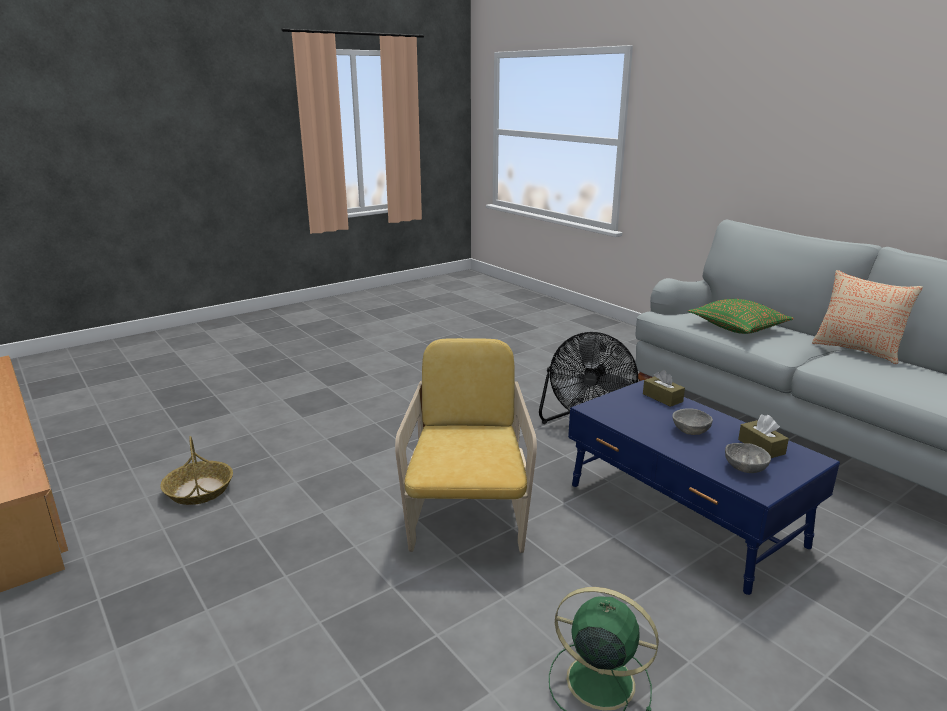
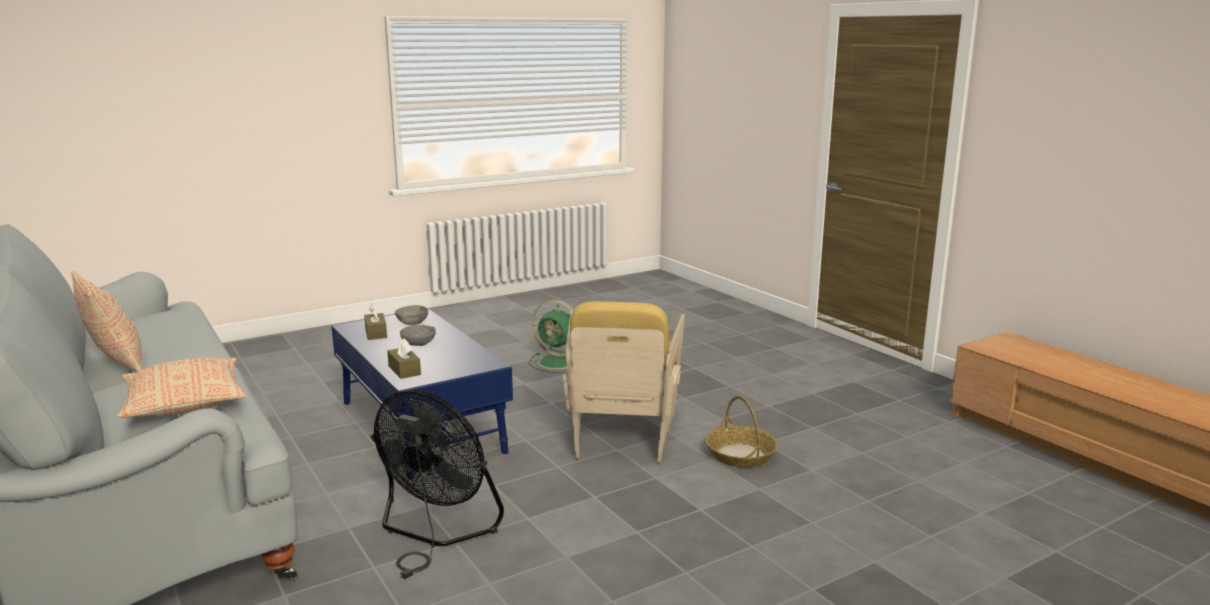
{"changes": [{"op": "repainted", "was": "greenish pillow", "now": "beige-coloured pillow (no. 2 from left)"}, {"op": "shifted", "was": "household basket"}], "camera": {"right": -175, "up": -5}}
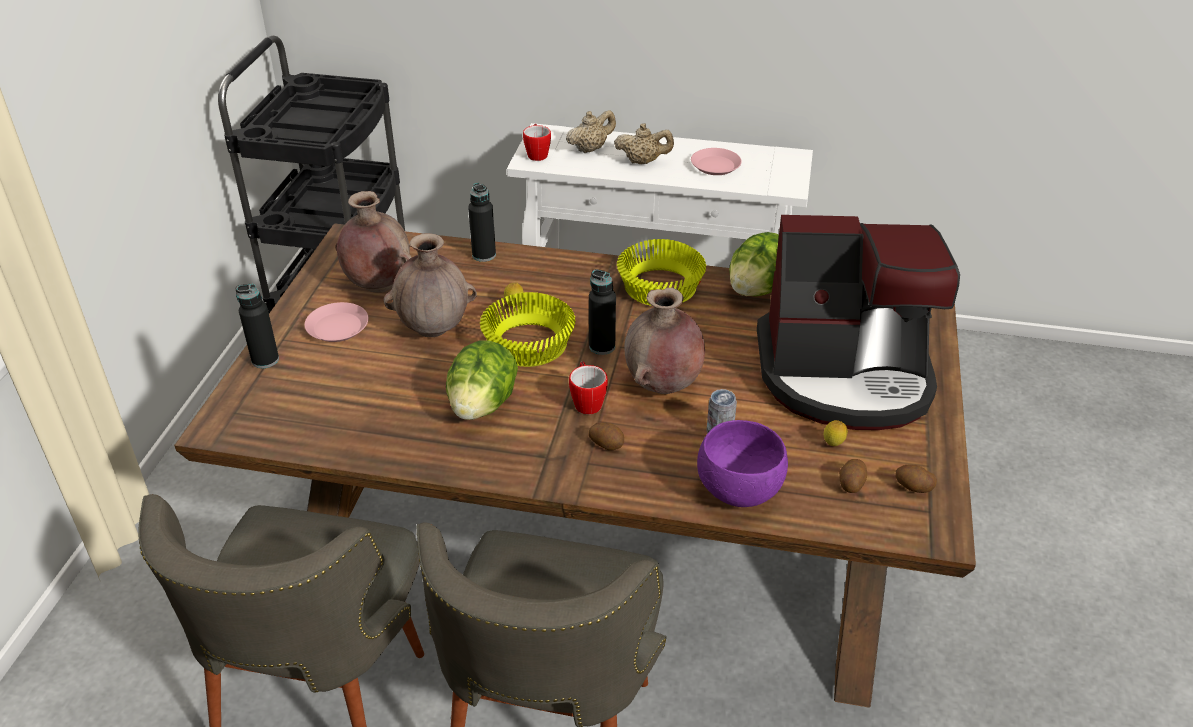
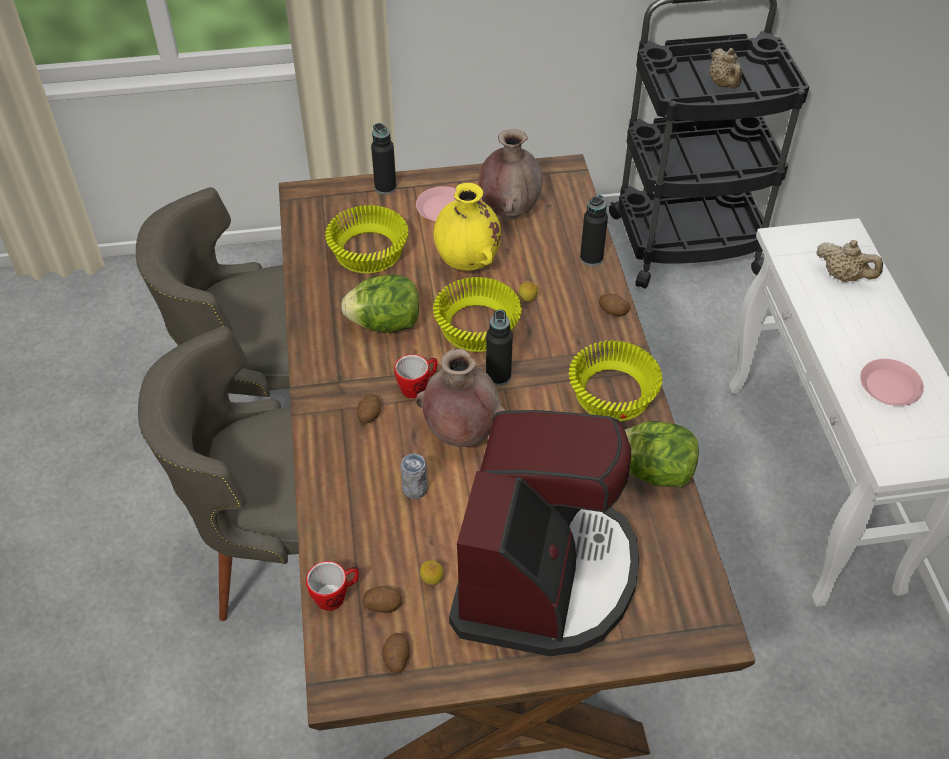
{"changes": [{"op": "shifted", "was": "beige-coloured tea pot (no. 2 from left in the first image)", "now": "beige-coloured tea pot (no. 1 from left)"}, {"op": "shifted", "was": "coffee mug (no. 1 from left)"}, {"op": "rotated", "was": "coffee machine", "clockwise": -150}, {"op": "repainted", "was": "brown flower vase (no. 2 from left)", "now": "yellowish flower vase"}, {"op": "gone", "was": "purple-coloured deep dish"}, {"op": "new", "now": "yellowish deep dish (no. 1 from left)"}, {"op": "new", "now": "potato (no. 4 from left)"}], "camera": {"right": 70, "up": 10}}
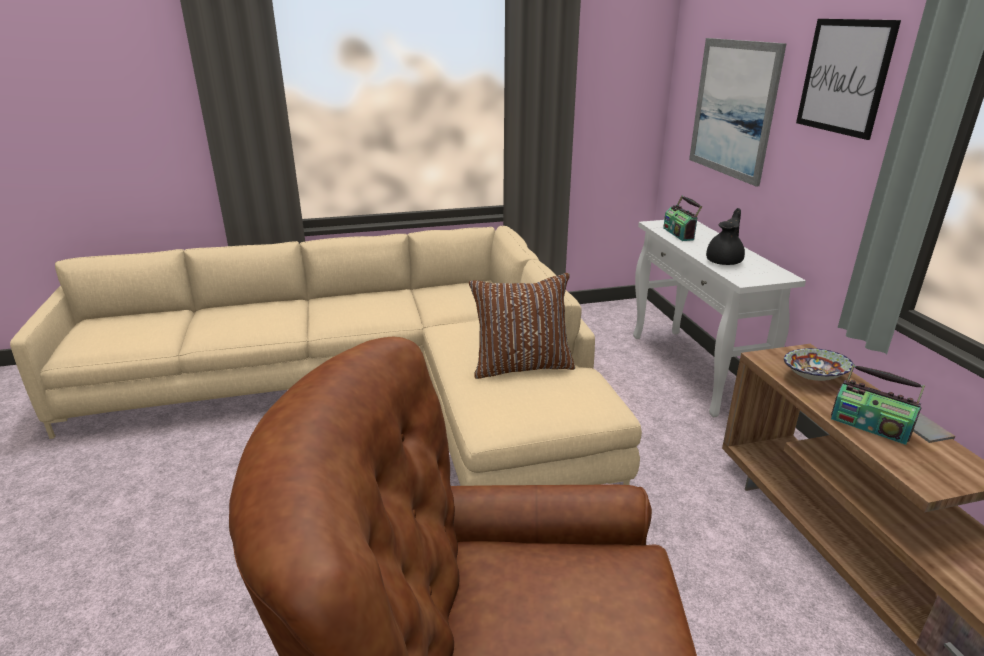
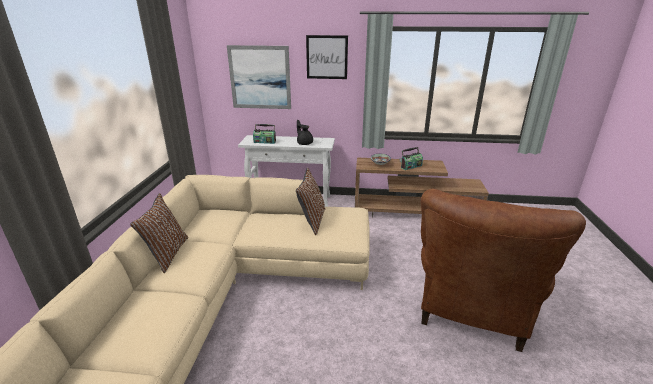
{"changes": [{"op": "new", "now": "brown pillow (no. 1 from left)"}], "camera": {"right": -70, "up": 0}}
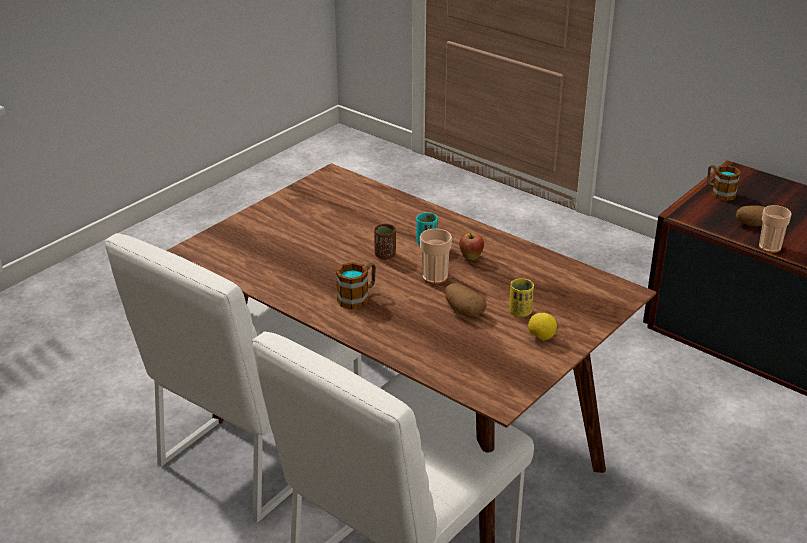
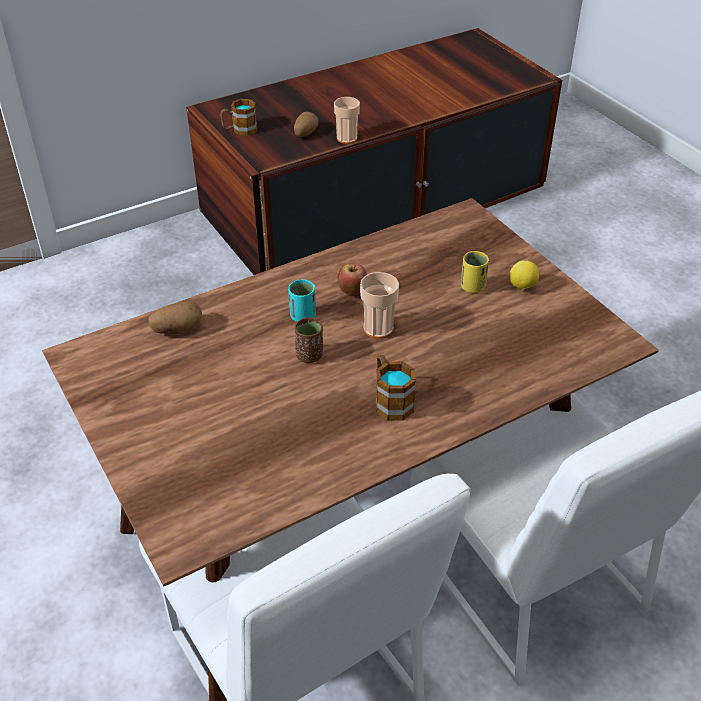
{"changes": [{"op": "shifted", "was": "potato (no. 1 from left)"}], "camera": {"right": -70, "up": 10}}
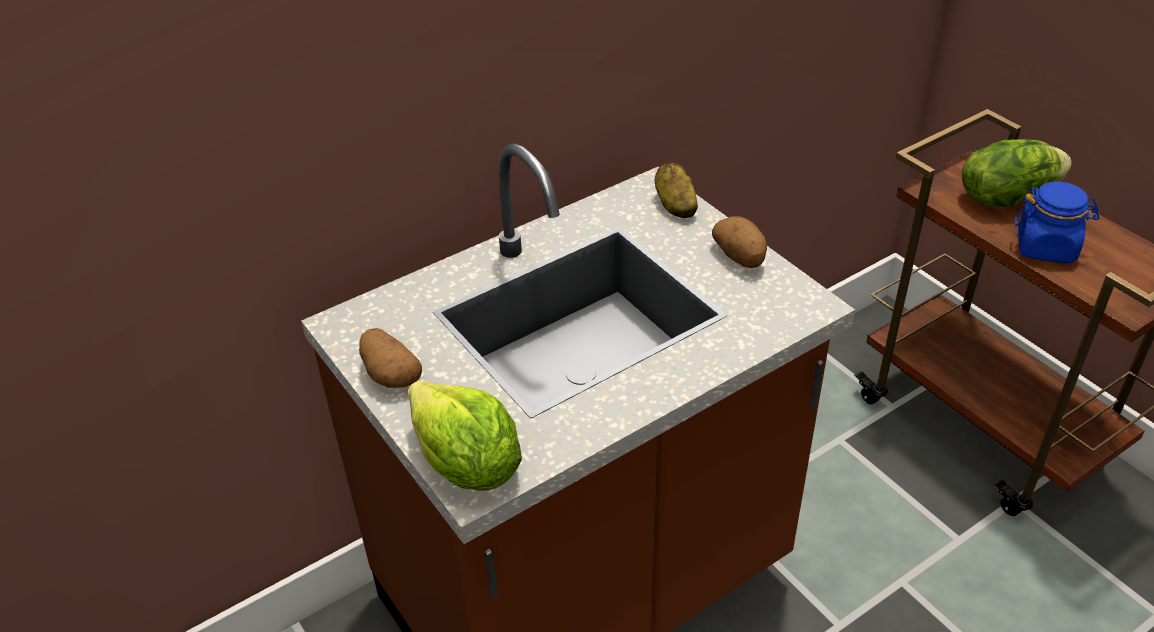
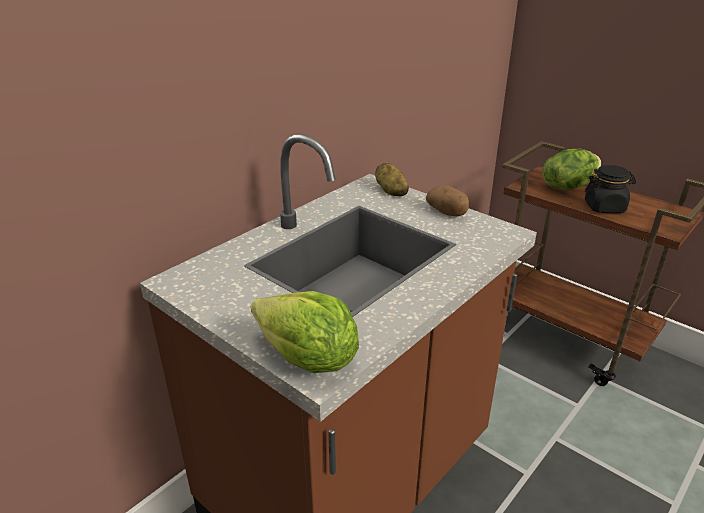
{"changes": [{"op": "repainted", "was": "blue-coloured jar", "now": "black-coloured jar"}, {"op": "gone", "was": "potato (no. 1 from left)"}], "camera": {"right": -15, "up": -10}}
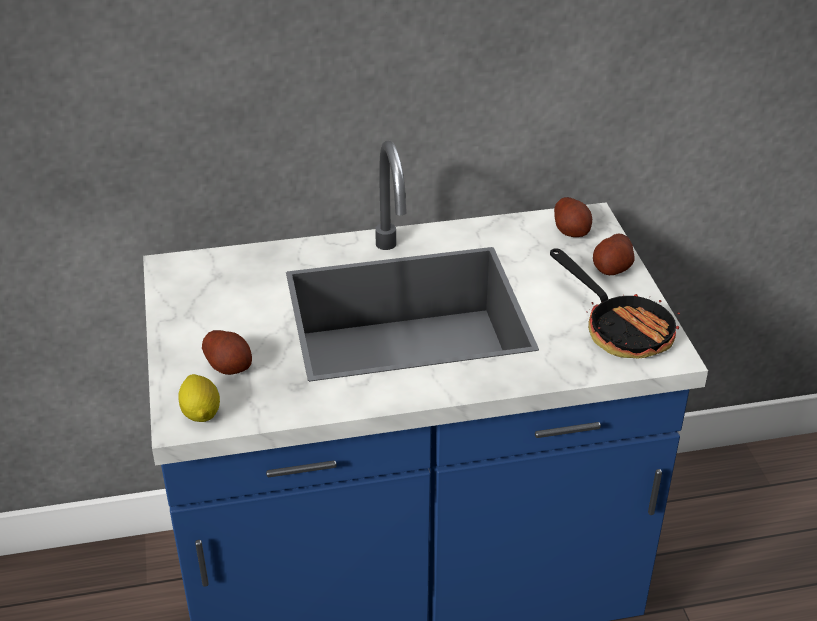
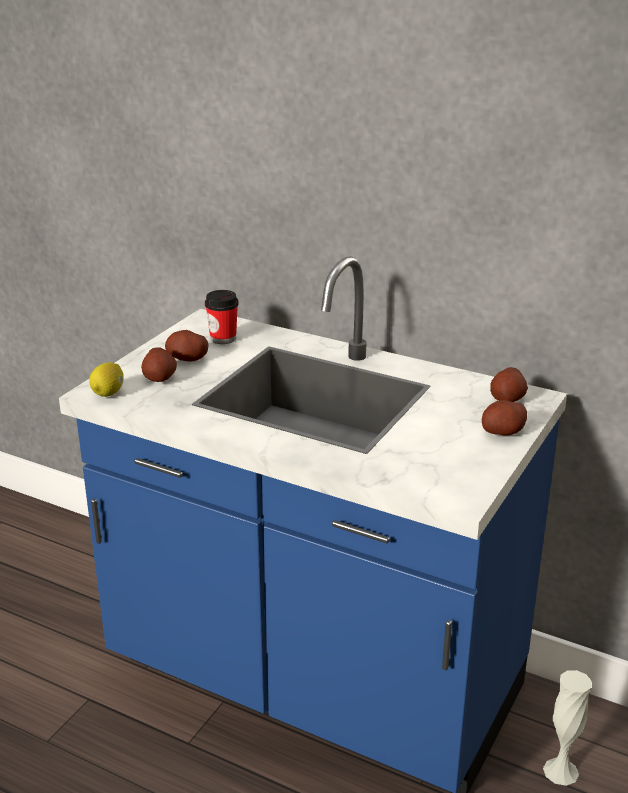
{"changes": [{"op": "gone", "was": "skillet"}, {"op": "new", "now": "cup"}, {"op": "new", "now": "potato (no. 2 from left)"}, {"op": "new", "now": "white-coloured flower vase"}], "camera": {"right": 40, "up": -10}}
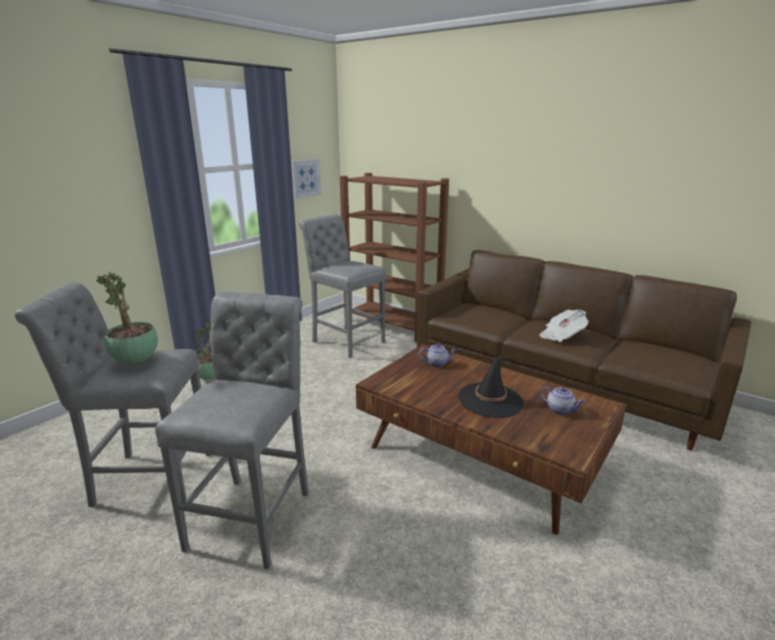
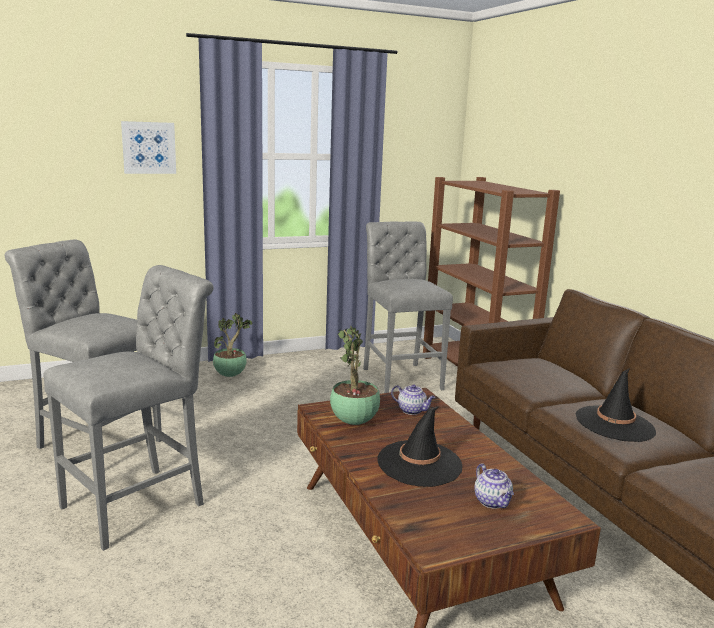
{"changes": [{"op": "shifted", "was": "wall art"}, {"op": "shifted", "was": "potted plant (no. 1 from left in the first image)", "now": "potted plant (no. 2 from left)"}, {"op": "swapped", "was": "daily paper", "now": "black-coloured clothing hat (no. 2 from left)"}], "camera": {"right": 30, "up": -5}}
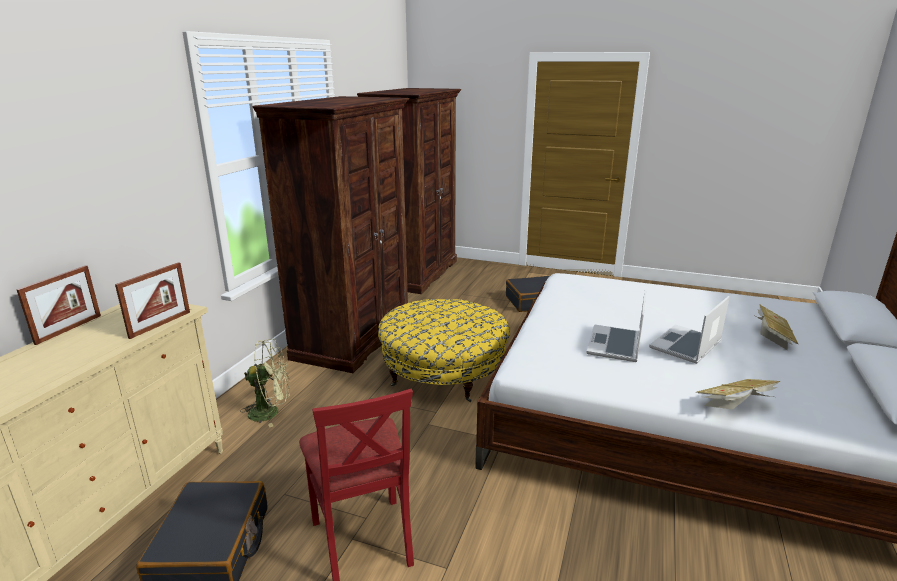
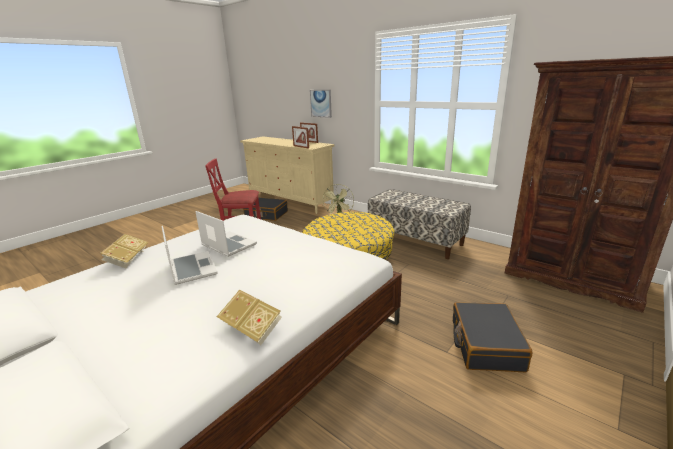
{"changes": [{"op": "swapped", "was": "brown wardrobe (no. 1 from left)", "now": "bench"}, {"op": "shifted", "was": "bound book (no. 2 from left)"}, {"op": "new", "now": "wall art"}], "camera": {"right": 110, "up": 0}}
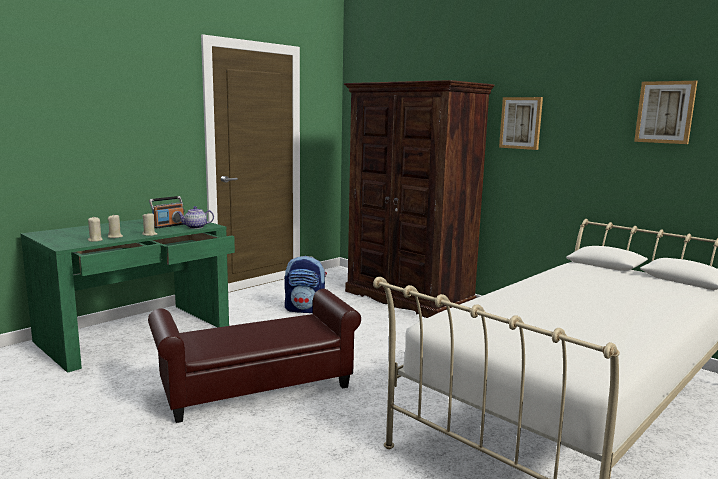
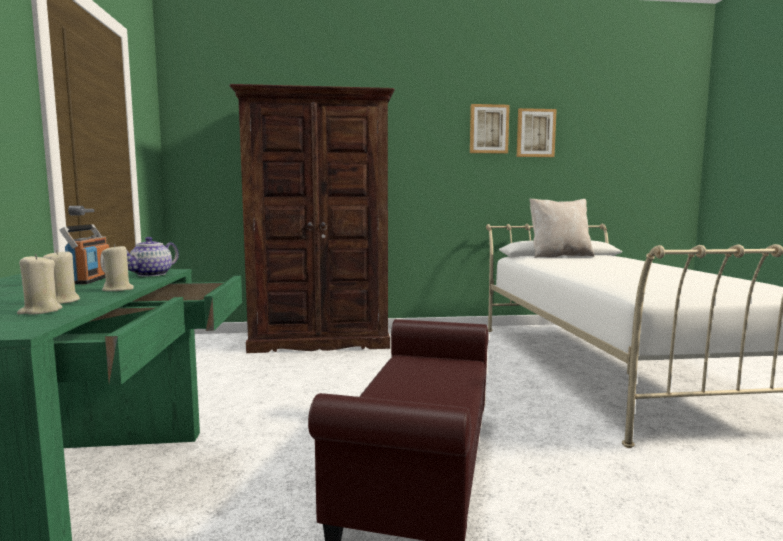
{"changes": [{"op": "shifted", "was": "wall art (no. 1 from left)"}, {"op": "gone", "was": "knapsack"}, {"op": "new", "now": "beige-coloured pillow"}], "camera": {"right": -50, "up": -5}}
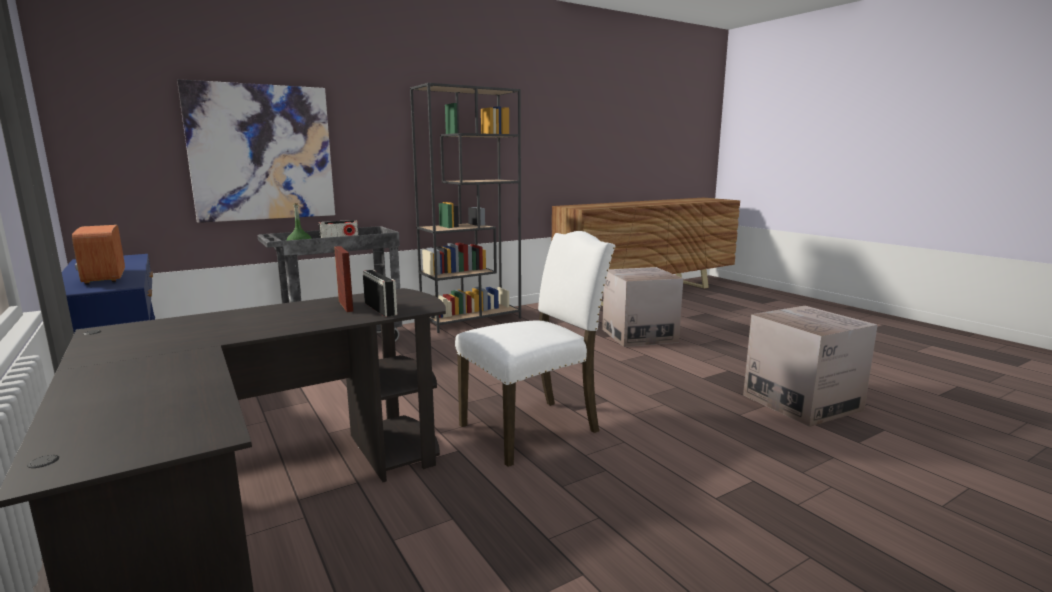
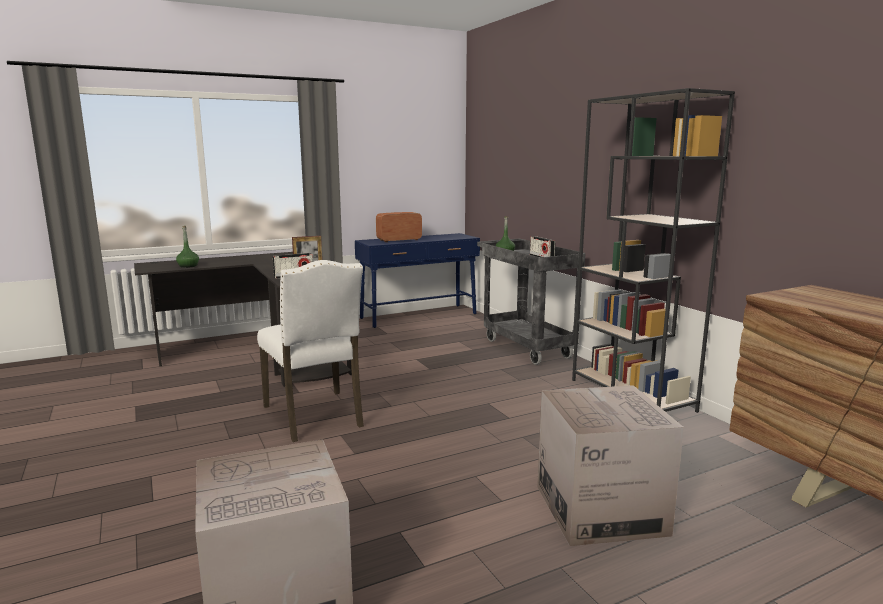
{"changes": [{"op": "gone", "was": "wall art"}, {"op": "new", "now": "greenish drink bottle (no. 1 from left)"}], "camera": {"right": 95, "up": 0}}
